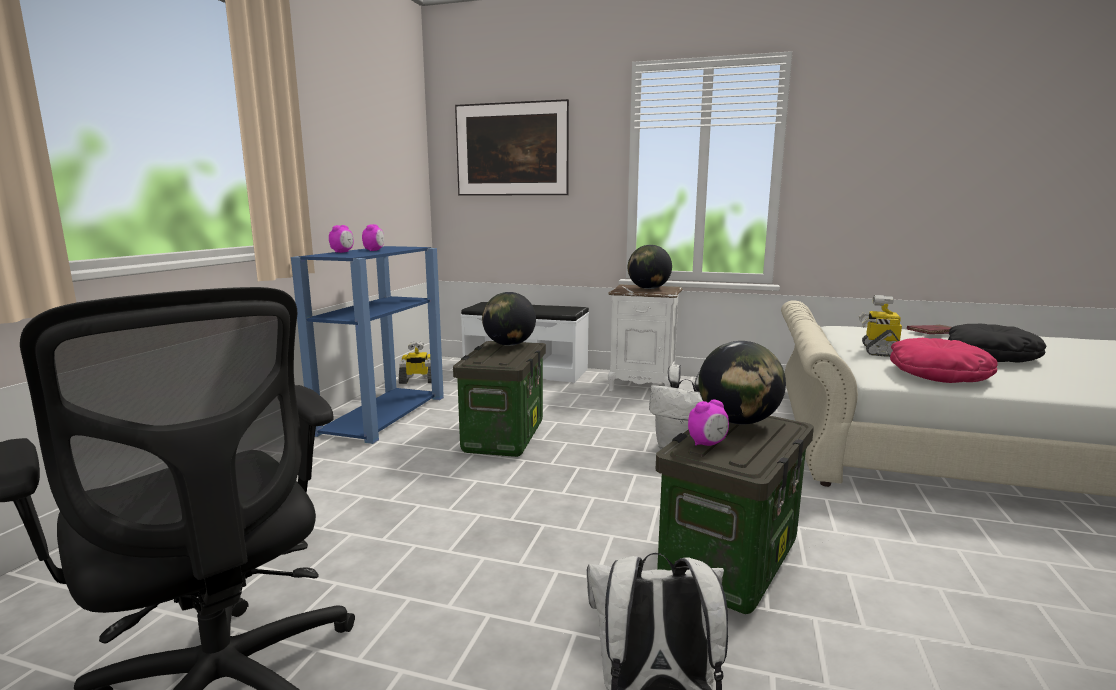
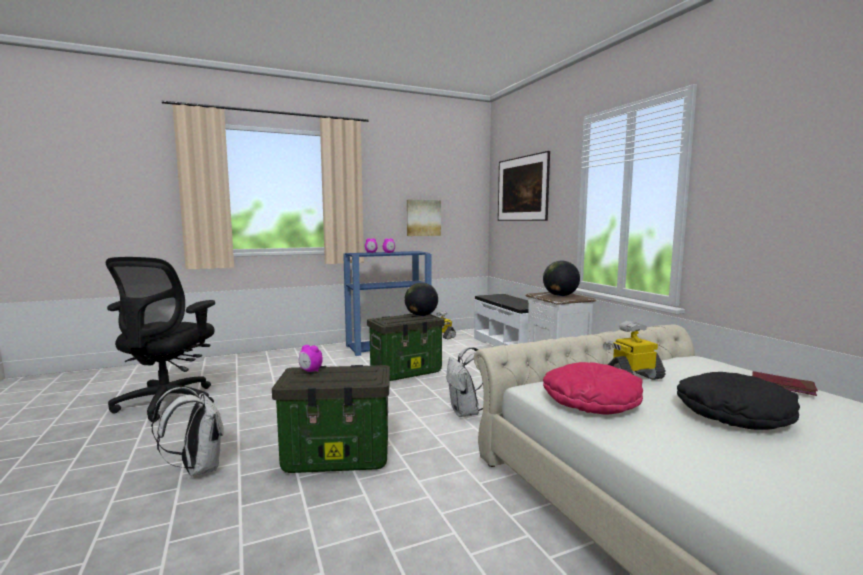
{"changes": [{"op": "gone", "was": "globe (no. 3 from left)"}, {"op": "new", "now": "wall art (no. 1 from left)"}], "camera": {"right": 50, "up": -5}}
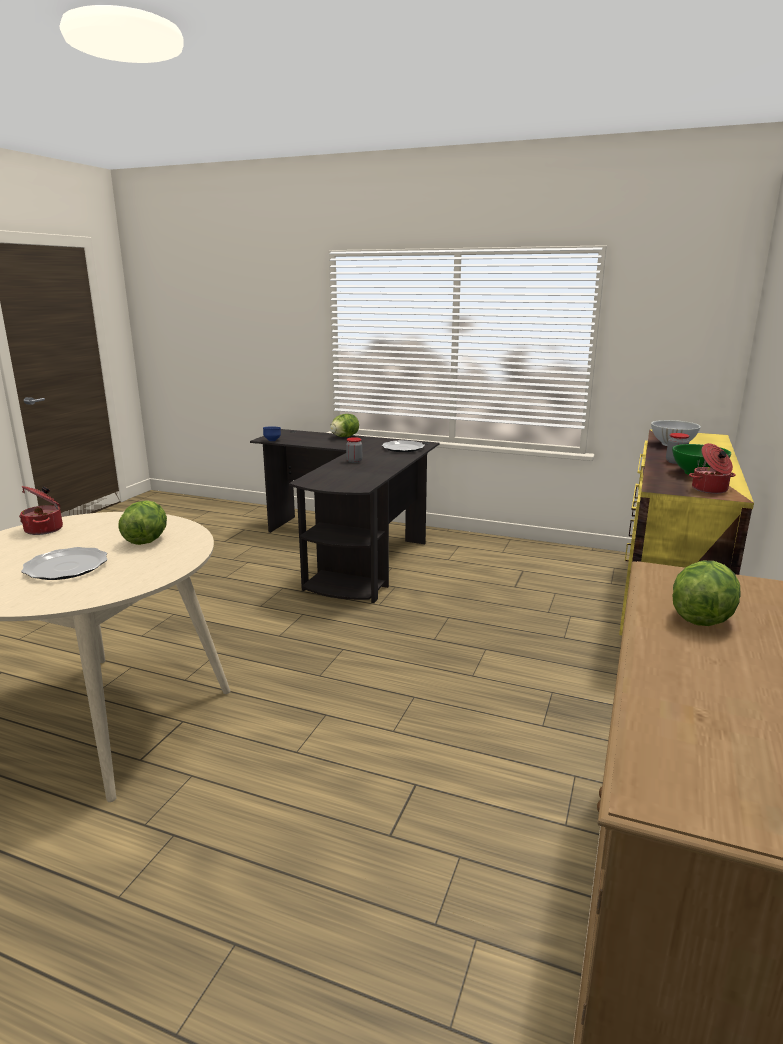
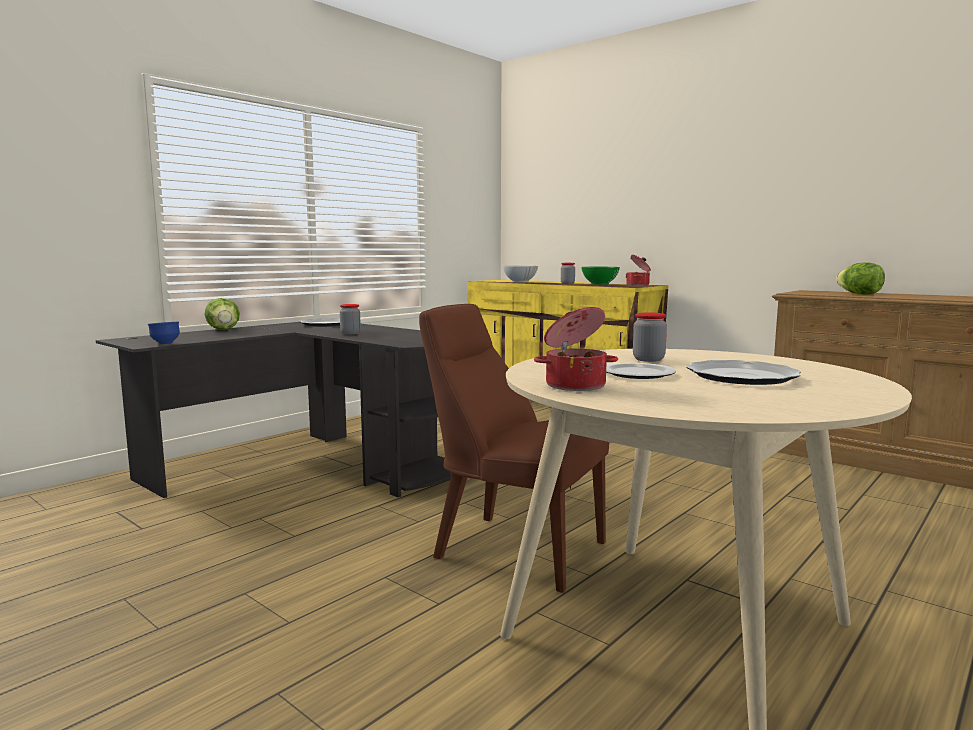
{"changes": [{"op": "swapped", "was": "head of lettuce (no. 1 from left)", "now": "jar (no. 3 from left)"}, {"op": "new", "now": "brown plain chair"}, {"op": "new", "now": "plate (no. 2 from left)"}], "camera": {"right": -70, "up": -10}}
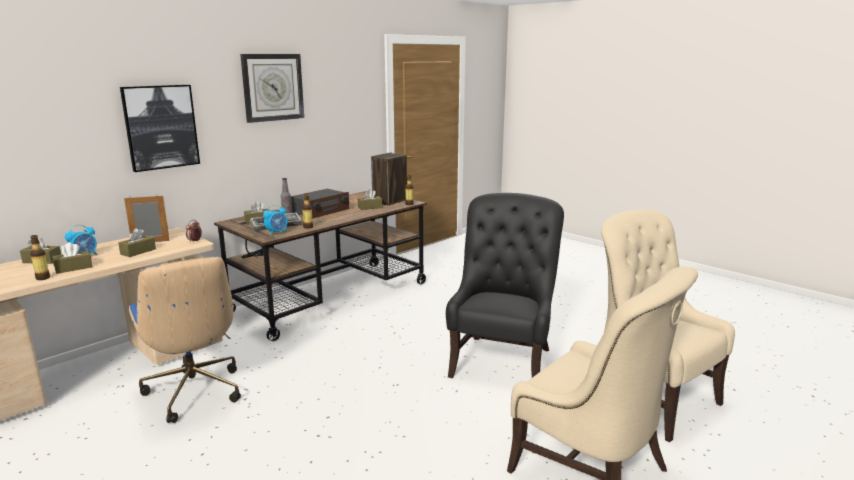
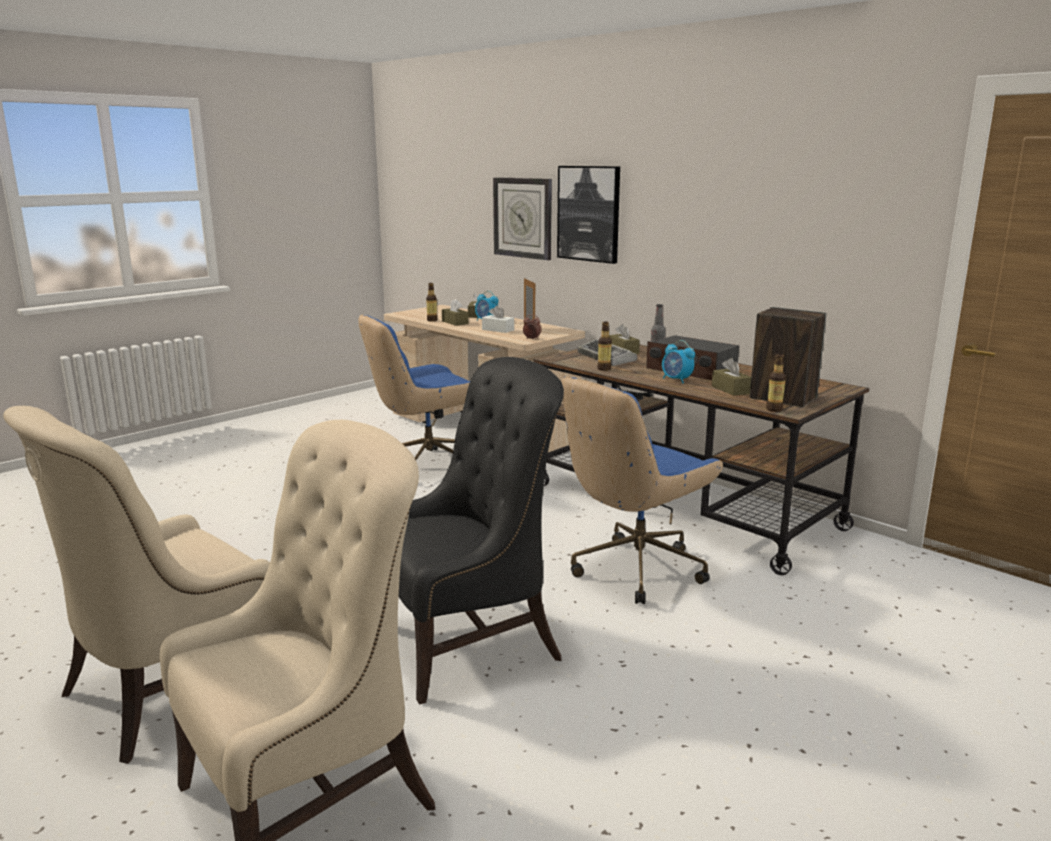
{"changes": [{"op": "shifted", "was": "clock on the wall"}, {"op": "rotated", "was": "black-coloured plain chair", "clockwise": -45}, {"op": "shifted", "was": "table clock (no. 3 from left)"}, {"op": "repainted", "was": "brown tissue holder (no. 3 from left)", "now": "white-coloured tissue holder"}, {"op": "new", "now": "blue-coloured office chair (no. 2 from left)"}], "camera": {"right": 90, "up": 0}}
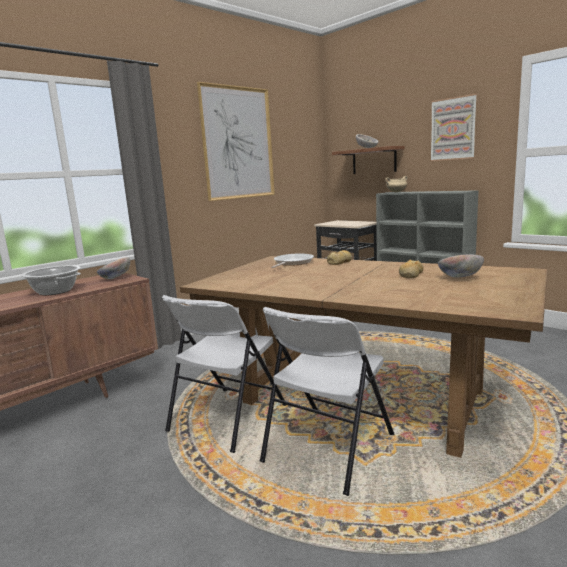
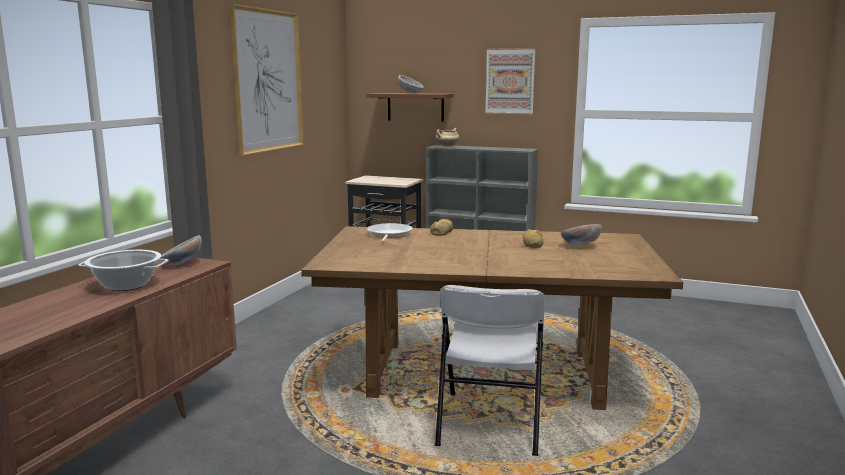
{"changes": [{"op": "gone", "was": "white-coloured plain chair (no. 1 from left)"}], "camera": {"right": -25, "up": 0}}
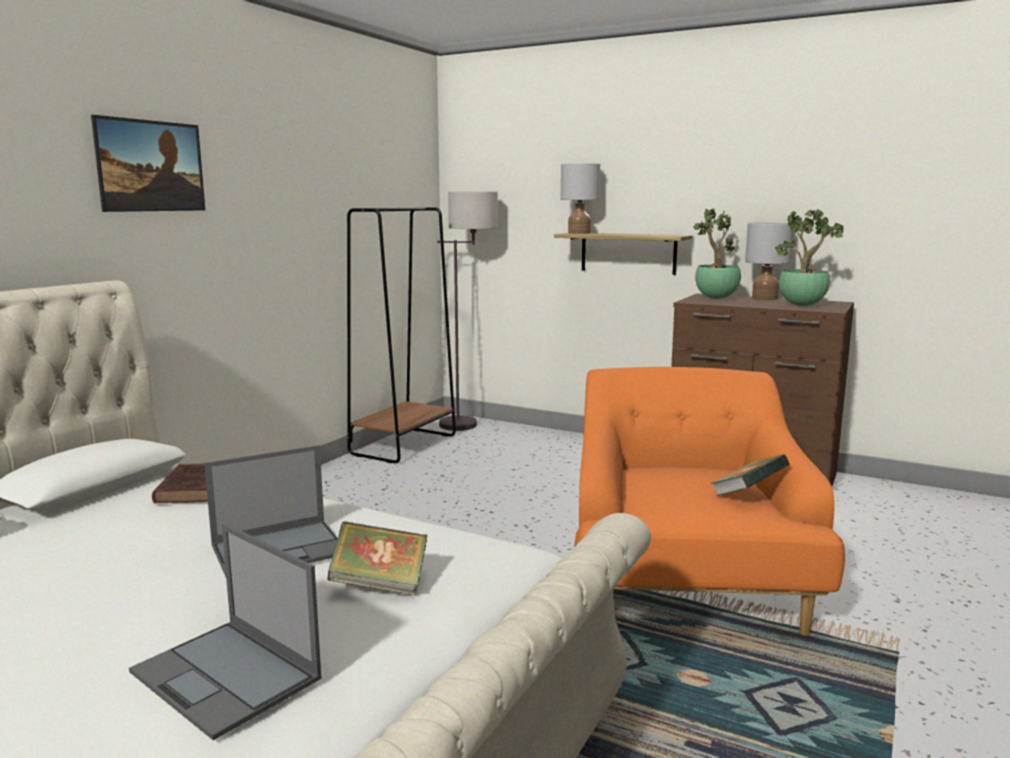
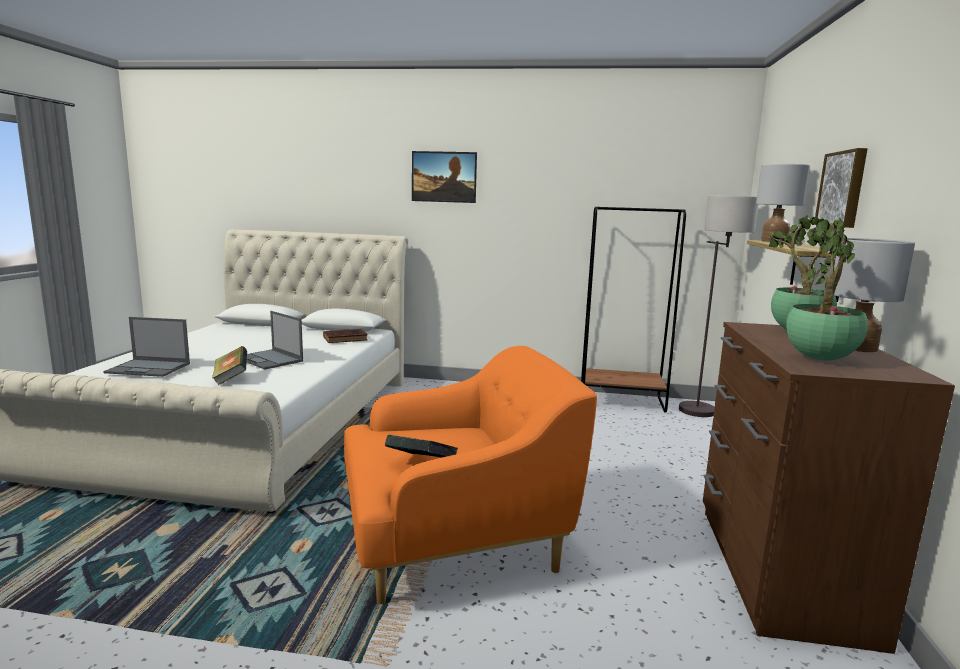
{"changes": [{"op": "rotated", "was": "portable computer (no. 1 from left)", "clockwise": -105}, {"op": "new", "now": "wall art (no. 2 from left)"}], "camera": {"right": 70, "up": 0}}
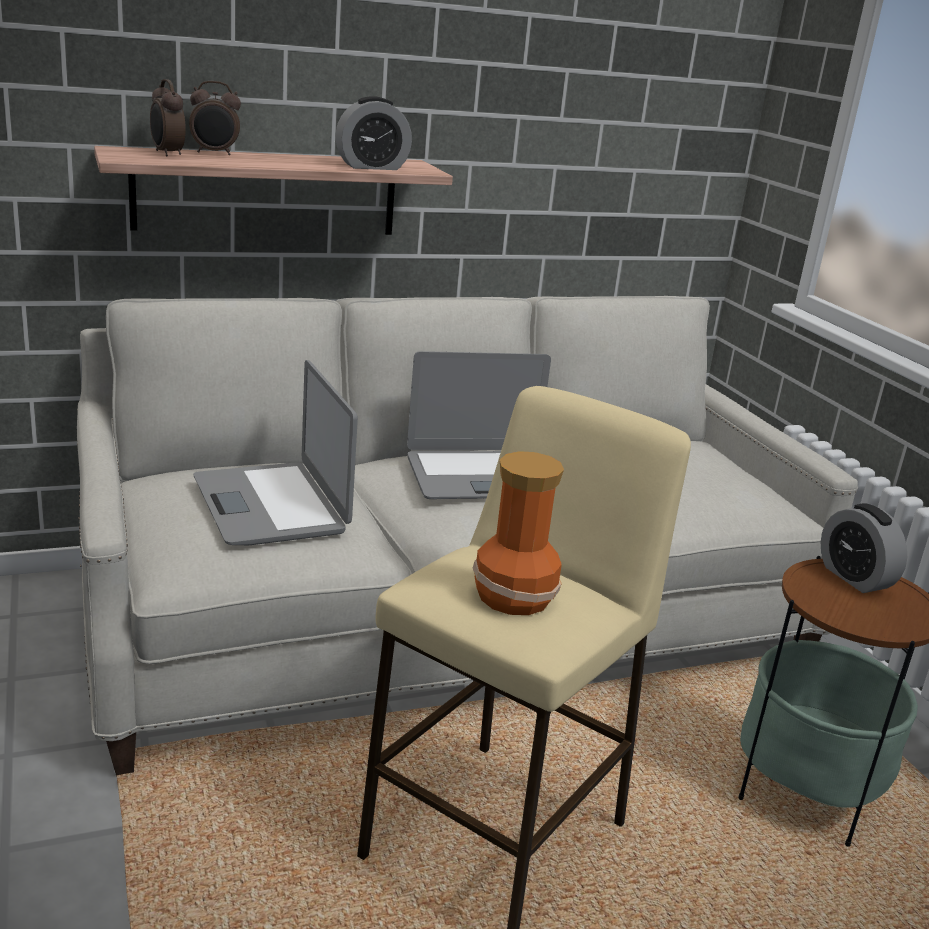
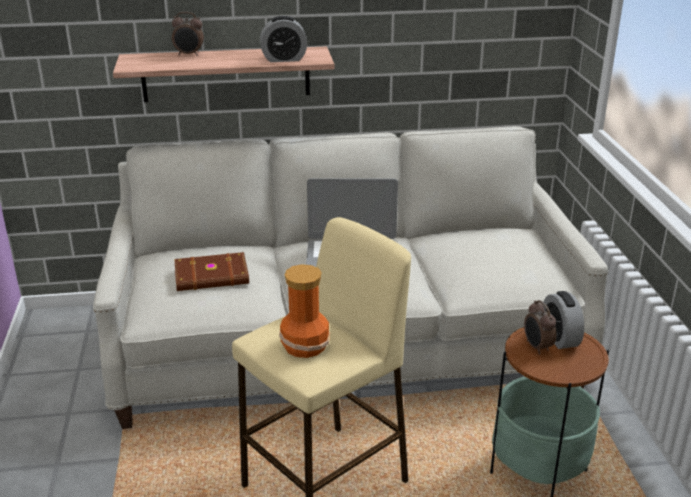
{"changes": [{"op": "shifted", "was": "table clock (no. 1 from left in the first image)", "now": "table clock (no. 3 from left)"}, {"op": "swapped", "was": "portable computer (no. 1 from left)", "now": "brown bound book"}], "camera": {"right": 15, "up": 5}}
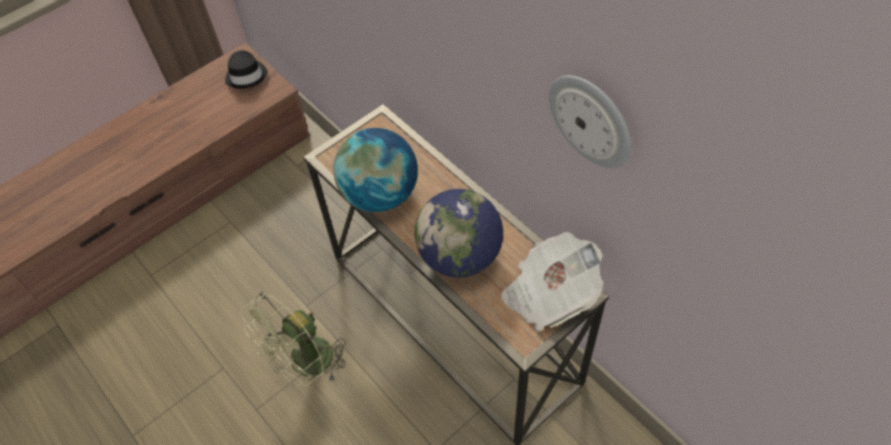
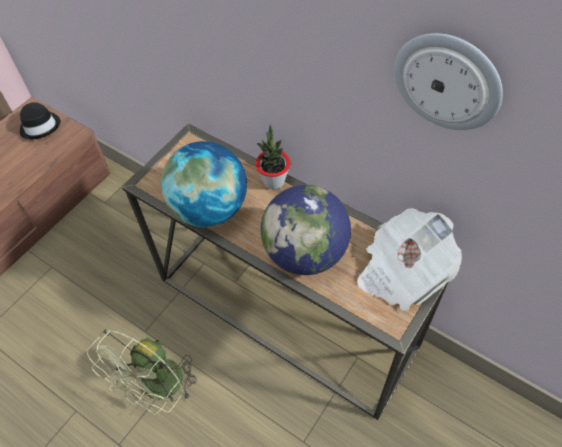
{"changes": [{"op": "new", "now": "potted plant"}], "camera": {"right": -15, "up": 0}}
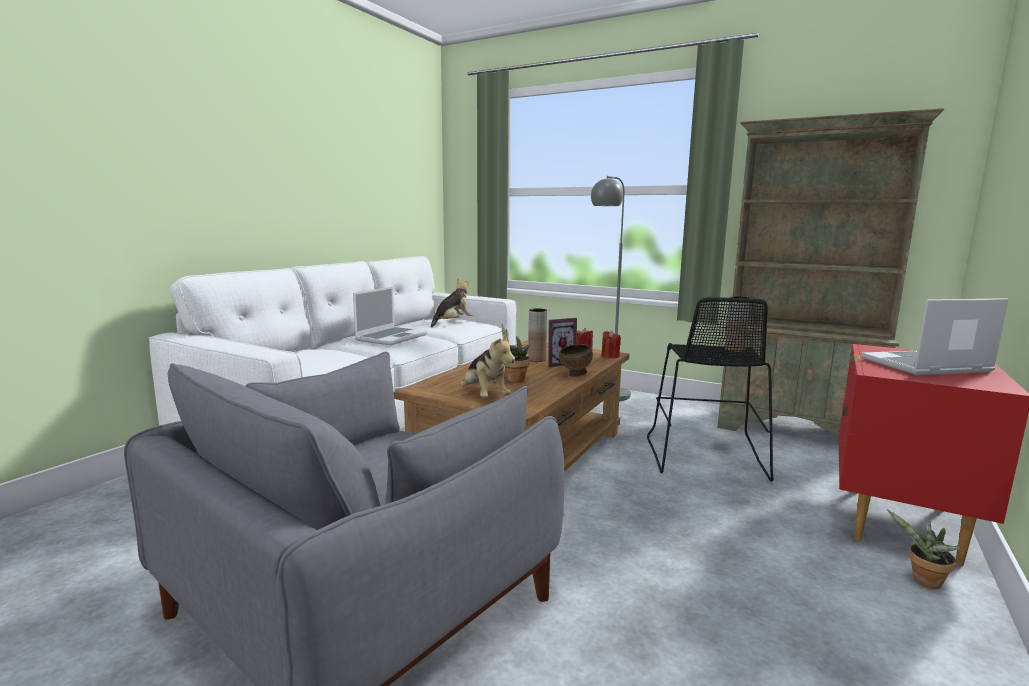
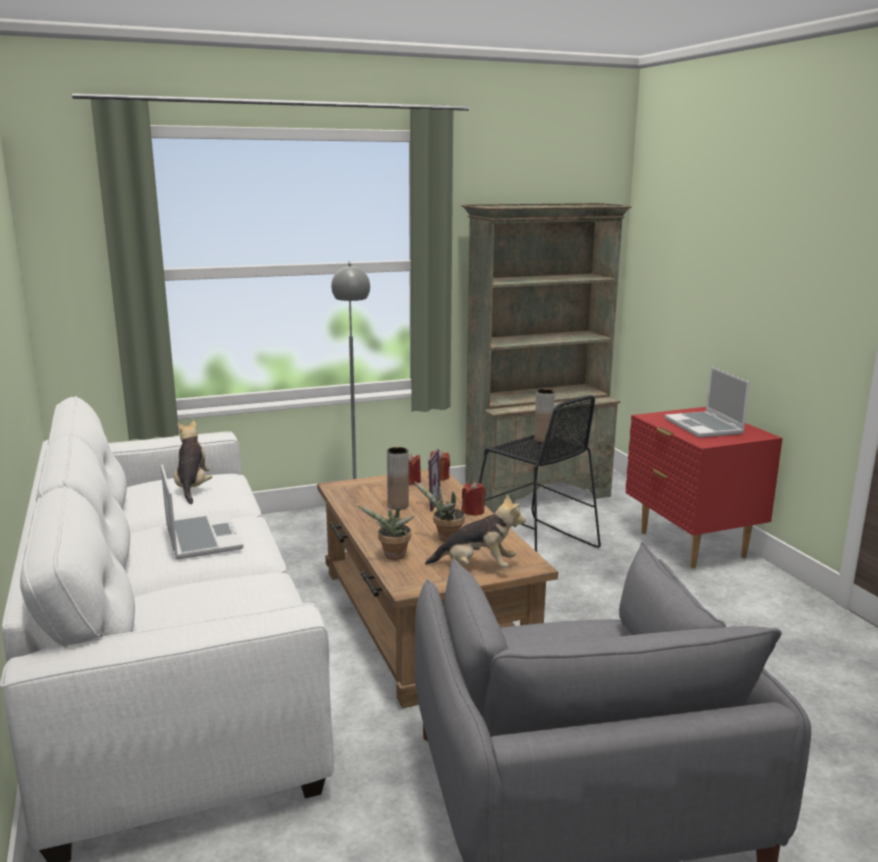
{"changes": [{"op": "rotated", "was": "portable computer (no. 2 from left)", "clockwise": -45}, {"op": "swapped", "was": "brown deep dish", "now": "red candle (no. 3 from left)"}, {"op": "shifted", "was": "potted plant (no. 2 from left in the first image)", "now": "potted plant (no. 1 from left)"}], "camera": {"right": -50, "up": 5}}
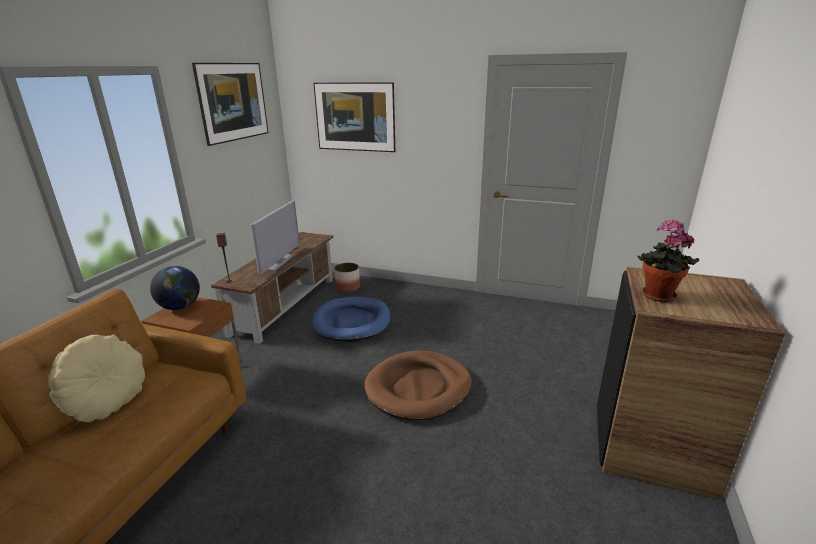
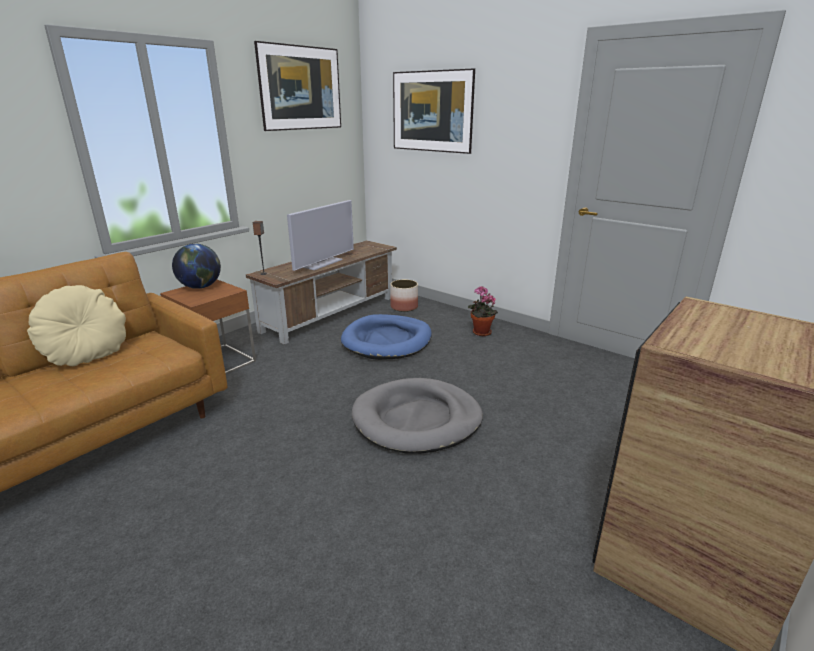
{"changes": [{"op": "shifted", "was": "potted plant"}, {"op": "repainted", "was": "brown pet bed", "now": "greyish pet bed"}], "camera": {"right": 20, "up": 0}}
